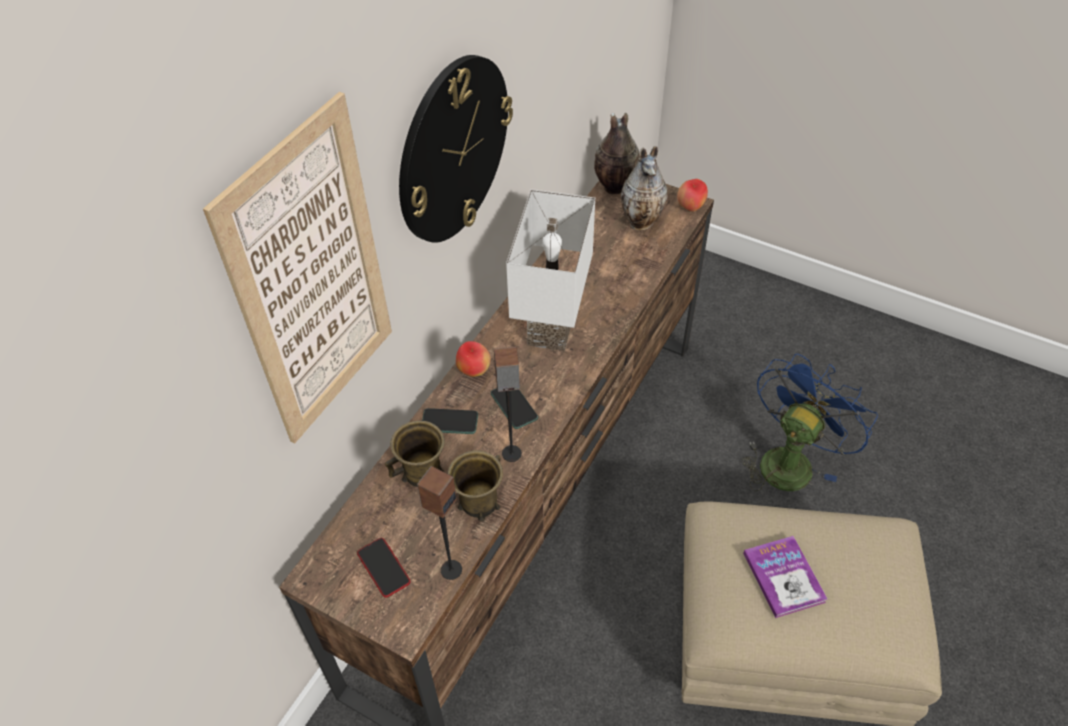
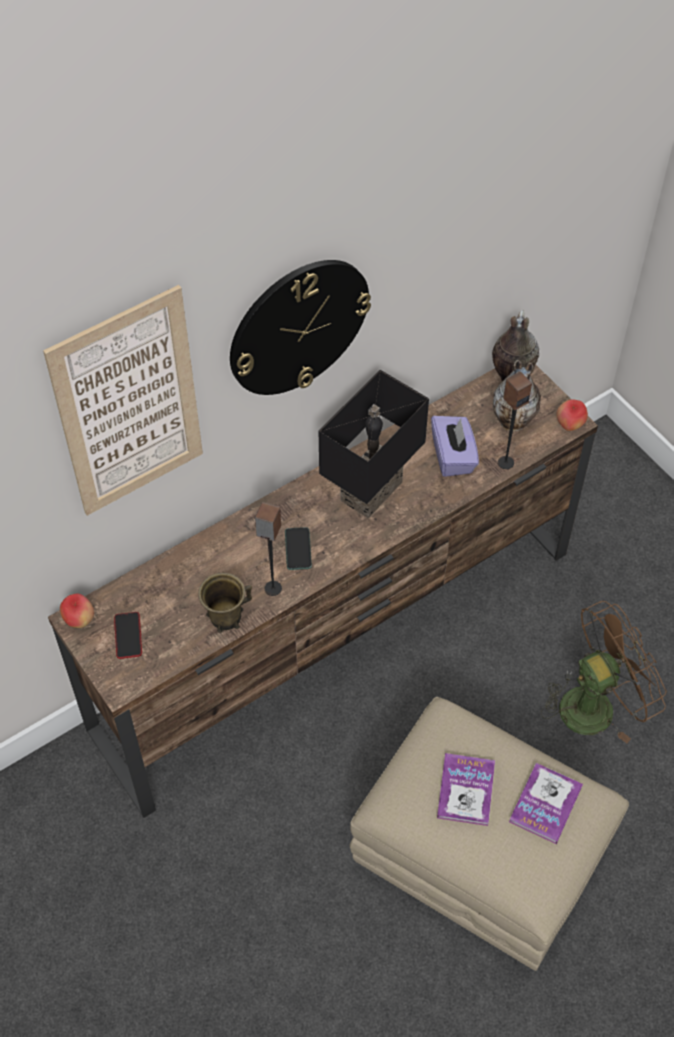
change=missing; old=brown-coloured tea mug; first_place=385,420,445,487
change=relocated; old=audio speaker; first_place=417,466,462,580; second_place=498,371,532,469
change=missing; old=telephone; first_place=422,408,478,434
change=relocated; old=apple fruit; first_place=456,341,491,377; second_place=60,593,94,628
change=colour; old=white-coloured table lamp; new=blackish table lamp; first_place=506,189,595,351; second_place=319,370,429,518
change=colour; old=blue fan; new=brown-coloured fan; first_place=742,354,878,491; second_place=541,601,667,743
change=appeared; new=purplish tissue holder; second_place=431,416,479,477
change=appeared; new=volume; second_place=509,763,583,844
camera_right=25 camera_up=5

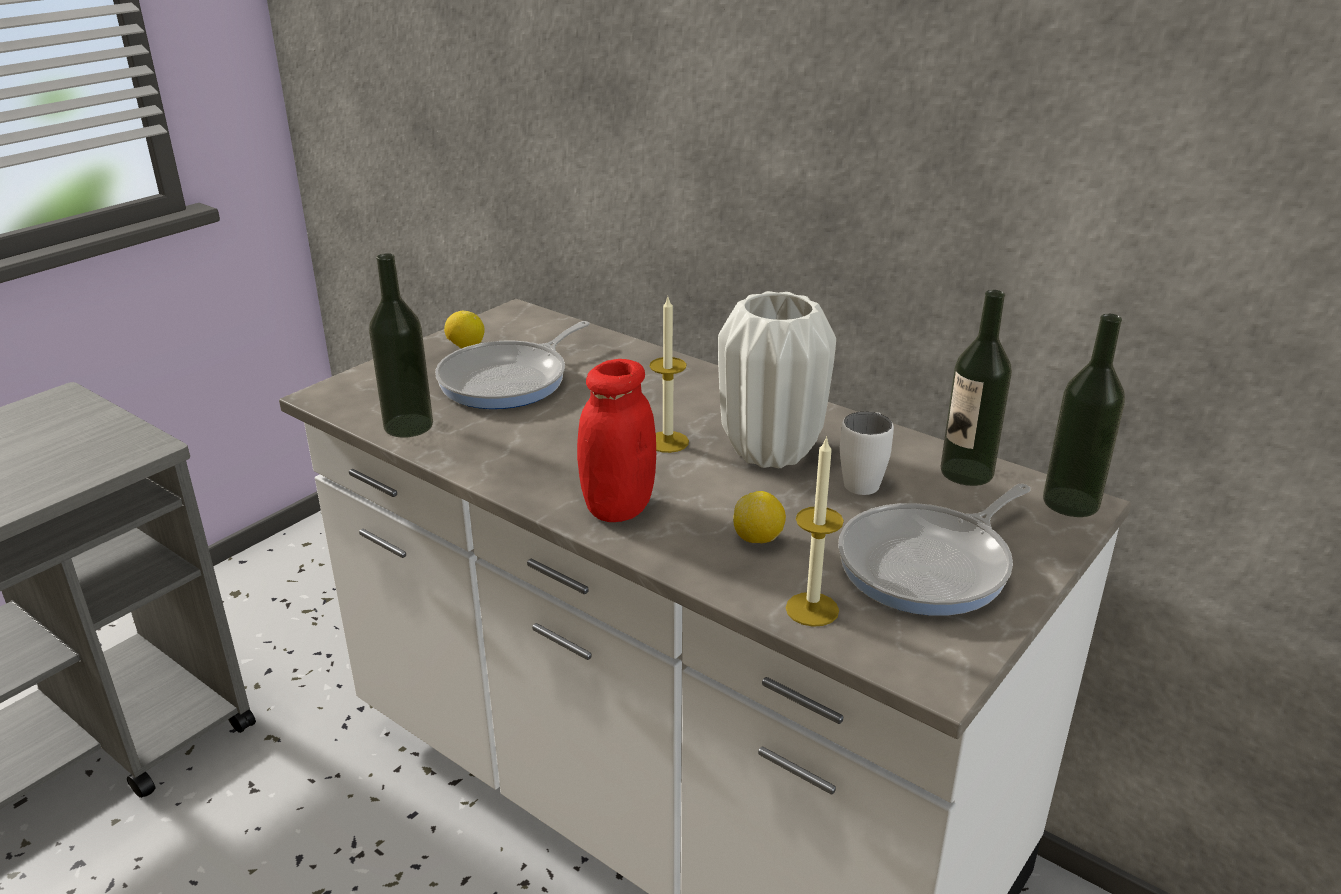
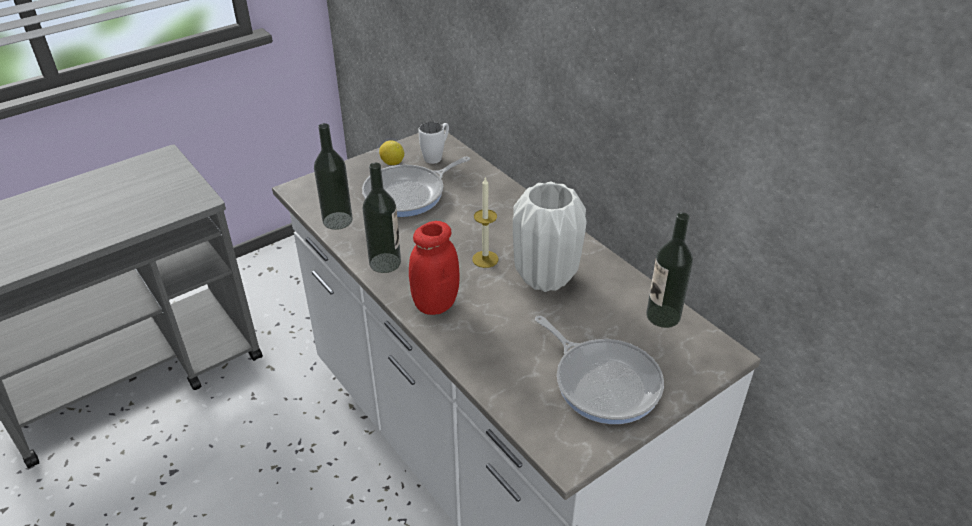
change=missing; old=lemon; first_place=733,491,786,543
change=missing; old=wax light; first_place=786,436,844,627
change=spun; old=pan; first_place=838,484,1031,616; second_place=535,316,664,424; degrees=-105
change=relocated; old=white-coloured tea mug; first_place=840,412,894,495; second_place=418,121,449,164
change=relocated; old=bottle; first_place=1043,314,1125,517; second_place=363,163,401,273
camera_right=15 camera_up=10

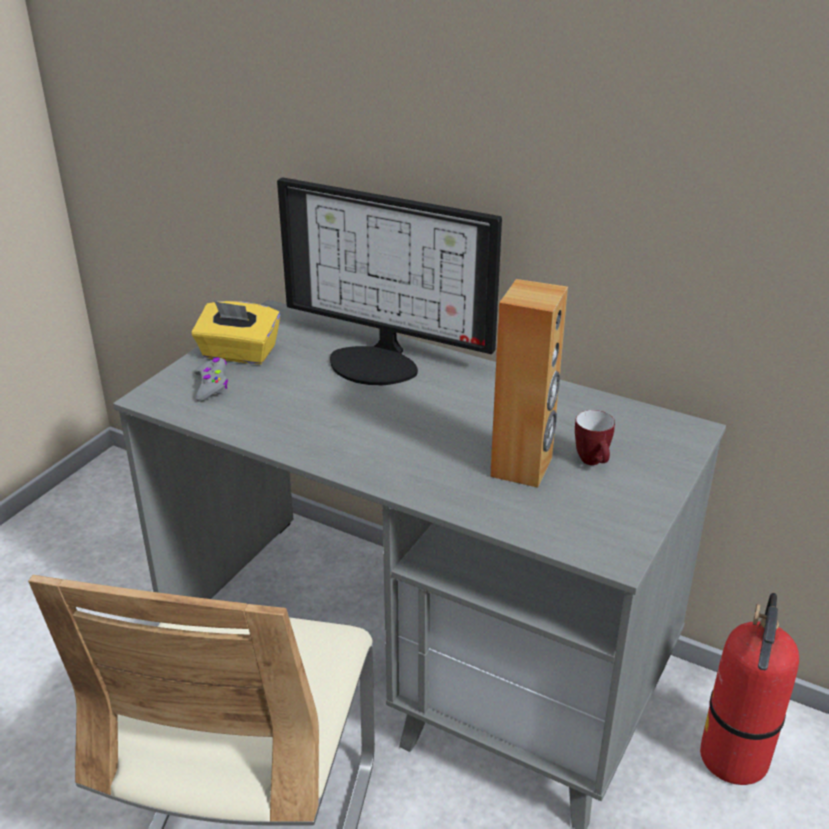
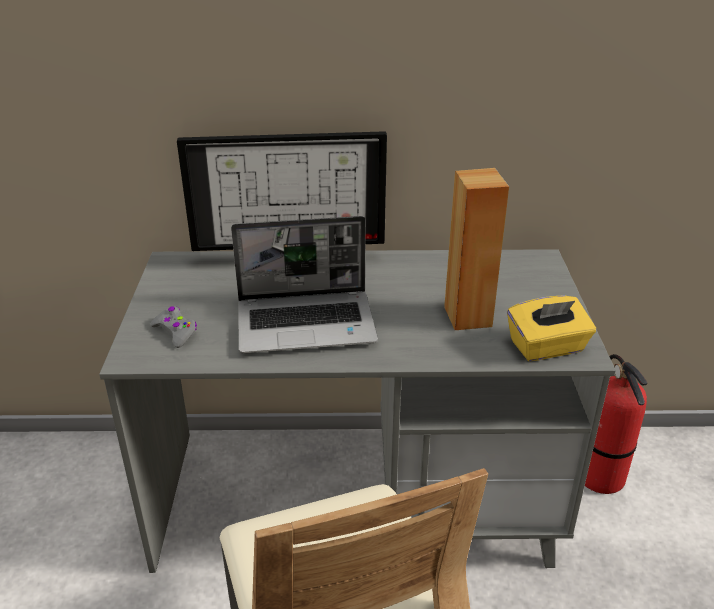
change=relocated; old=yellow-coloured tissue holder; first_place=192,301,280,364; second_place=507,295,596,361
change=missing; old=tea mug; first_place=575,410,615,465
change=appeared; new=laptop; second_place=231,216,378,353
camera_right=-30 camera_up=0

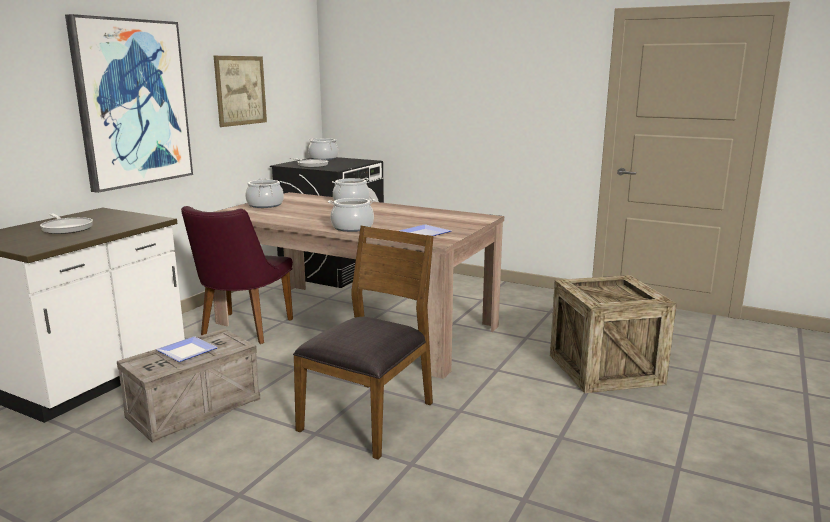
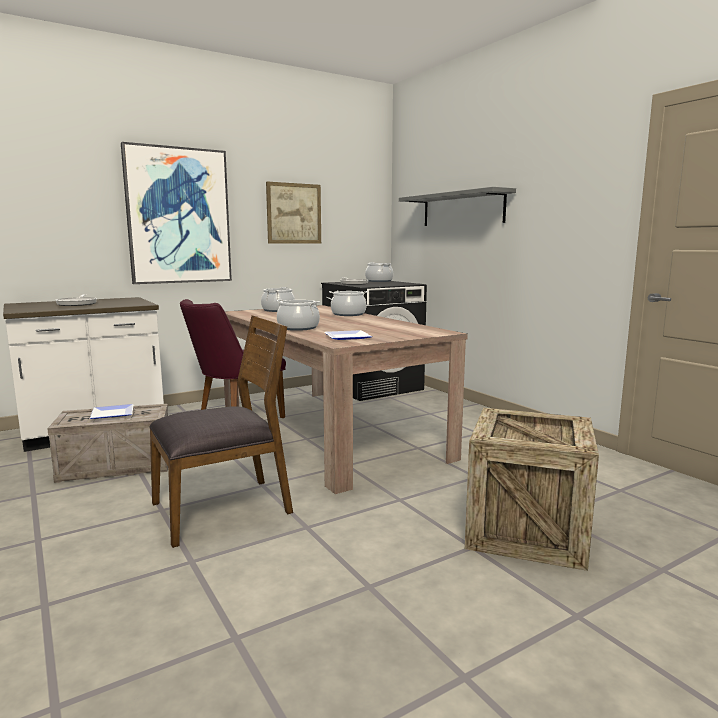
change=appeared; new=grey bracket shelf; second_place=399,187,516,226
camera_right=30 camera_up=-5

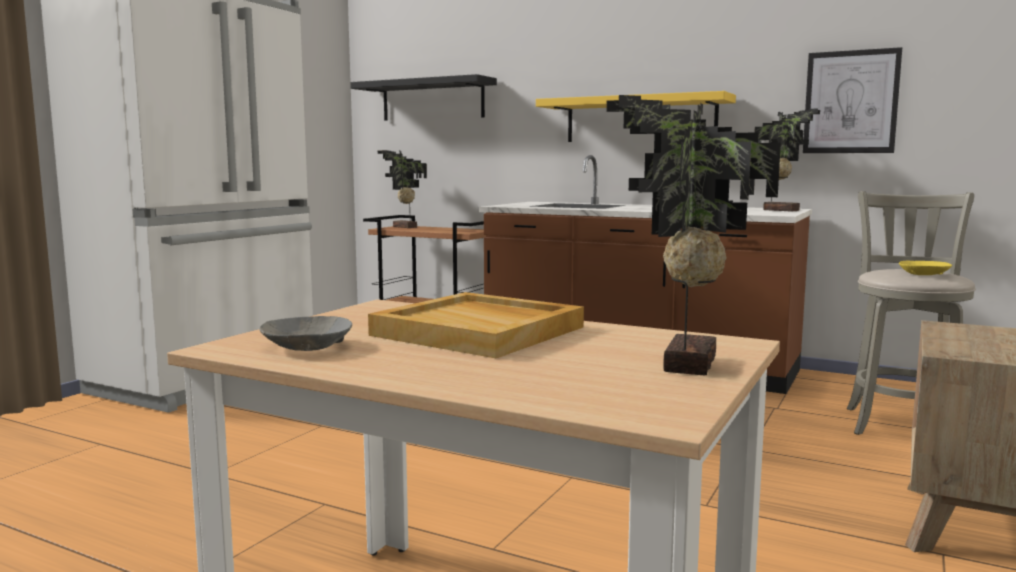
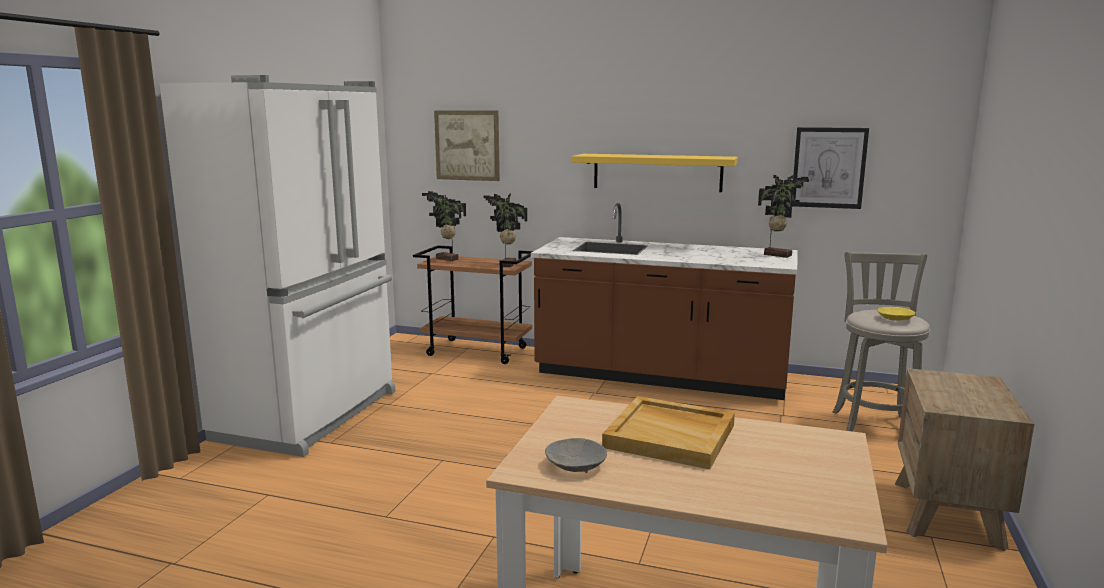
change=exchanged; old=blackish bracket shelf; new=wall picture; first_place=350,74,497,121; second_place=434,110,500,181
change=relocated; old=plant in a pot; first_place=606,95,781,375; second_place=483,193,527,267
camera_right=-10 camera_up=5

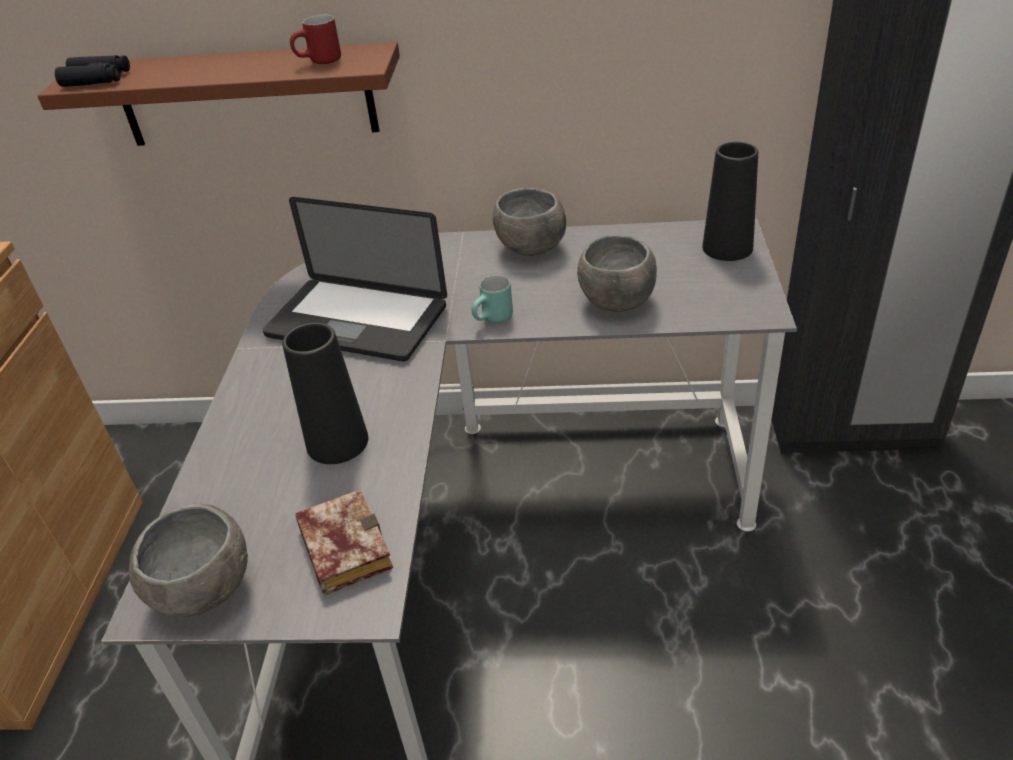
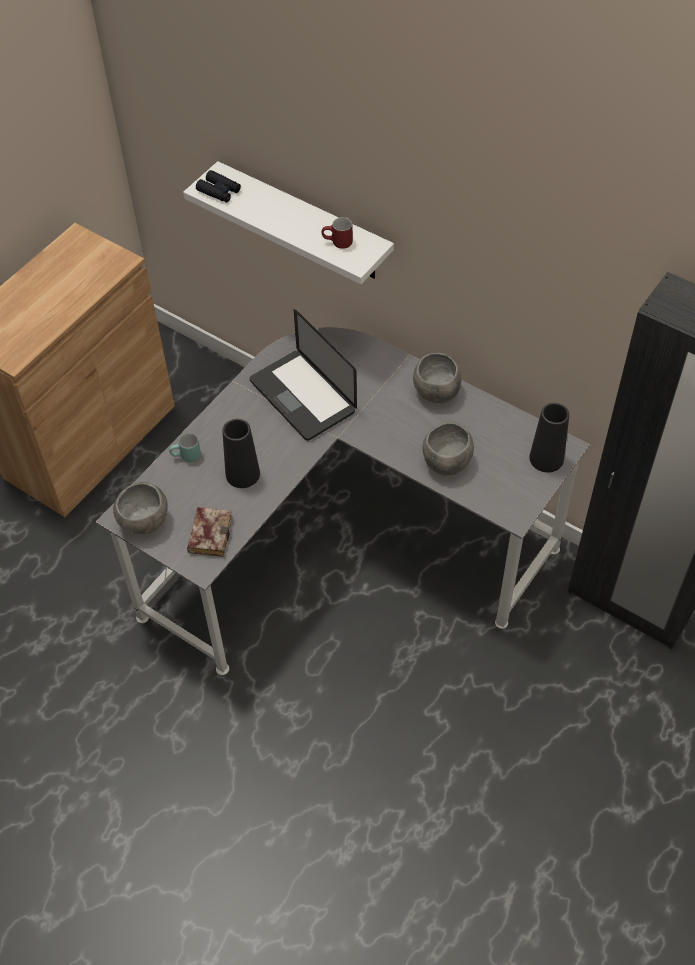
change=colour; old=brown-coloured bracket shelf; new=white-coloured bracket shelf; first_place=38,42,400,146; second_place=183,161,394,284
change=relocated; old=turquoise-coloured tea mug; first_place=472,275,513,323; second_place=169,433,201,462
camera_right=30 camera_up=15

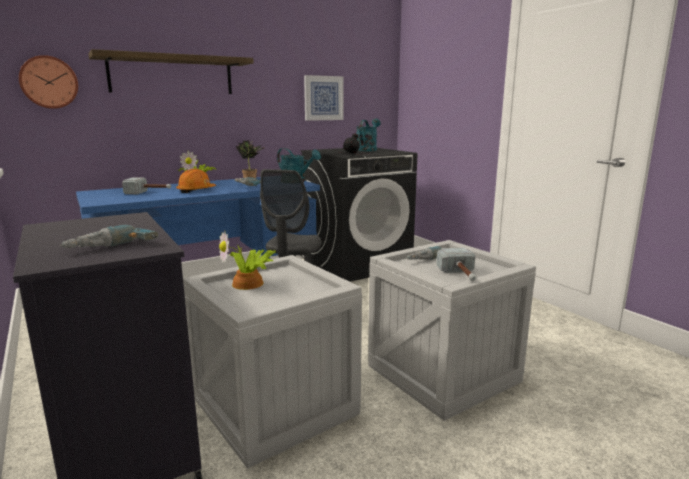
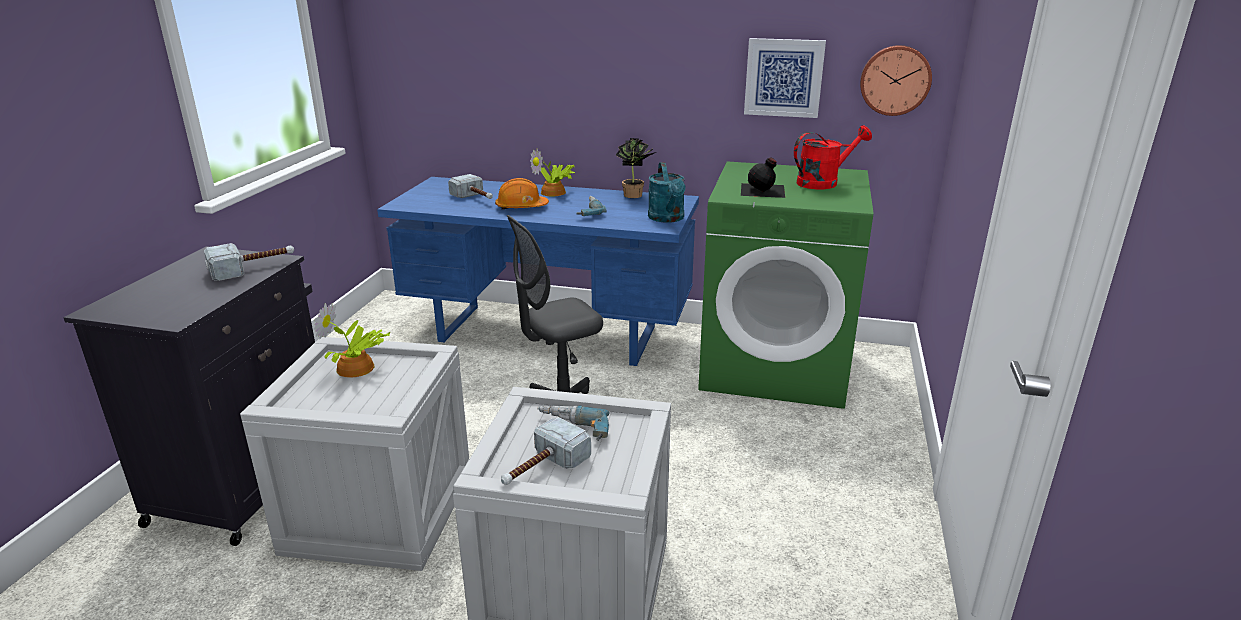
change=relocated; old=hanging clock; first_place=19,55,78,109; second_place=860,45,932,116
change=missing; old=electric drill; first_place=60,225,158,248
change=missing; old=bracket shelf; first_place=88,49,254,94
change=colour; old=blackish washing machine; new=green-coloured washing machine; first_place=300,148,418,282; second_place=698,161,873,409
change=colour; old=turquoise-coloured sprinkling can; new=red-coloured sprinkling can; first_place=356,118,381,151; second_place=794,125,872,189
change=appeared; new=hammer; second_place=204,243,294,281
camera_right=45 camera_up=10

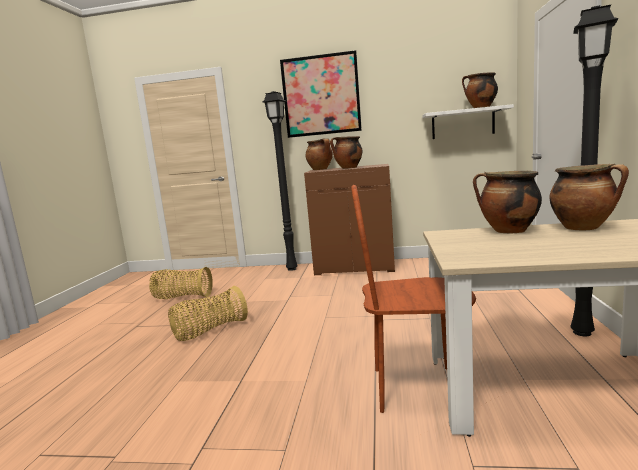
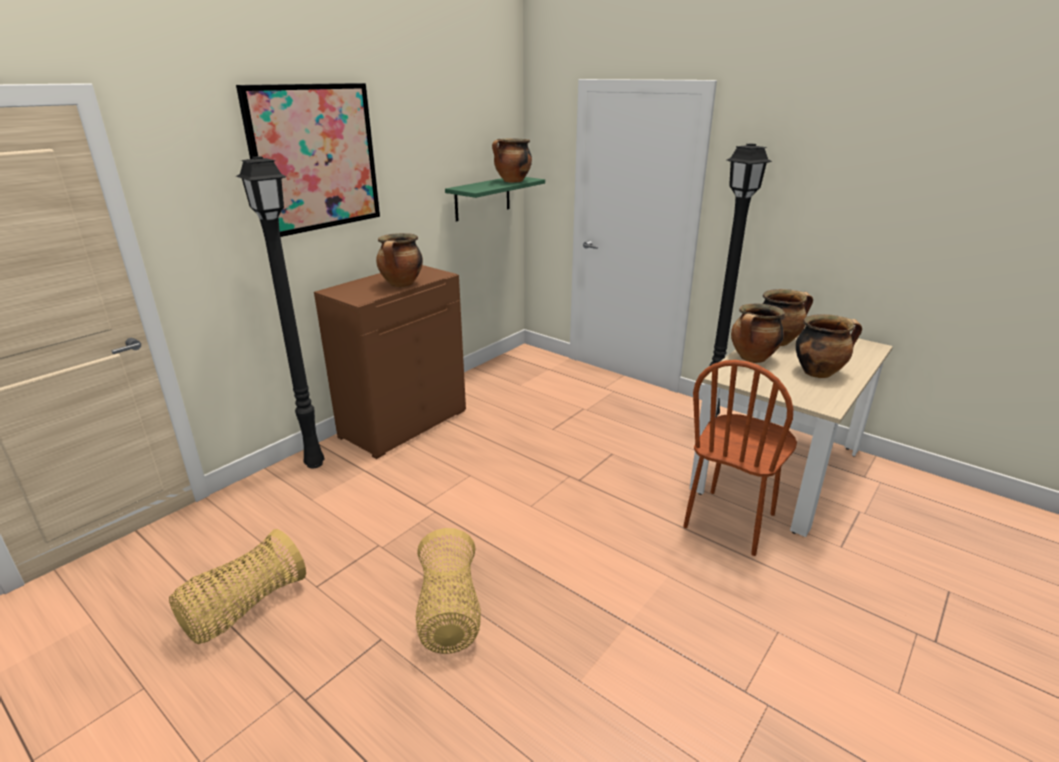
change=relocated; old=cooking pot; first_place=306,138,333,170; second_place=796,314,862,378
change=colour; old=white-coloured bracket shelf; new=green-coloured bracket shelf; first_place=422,104,514,139; second_place=445,177,545,222
camera_right=-60 camera_up=15

